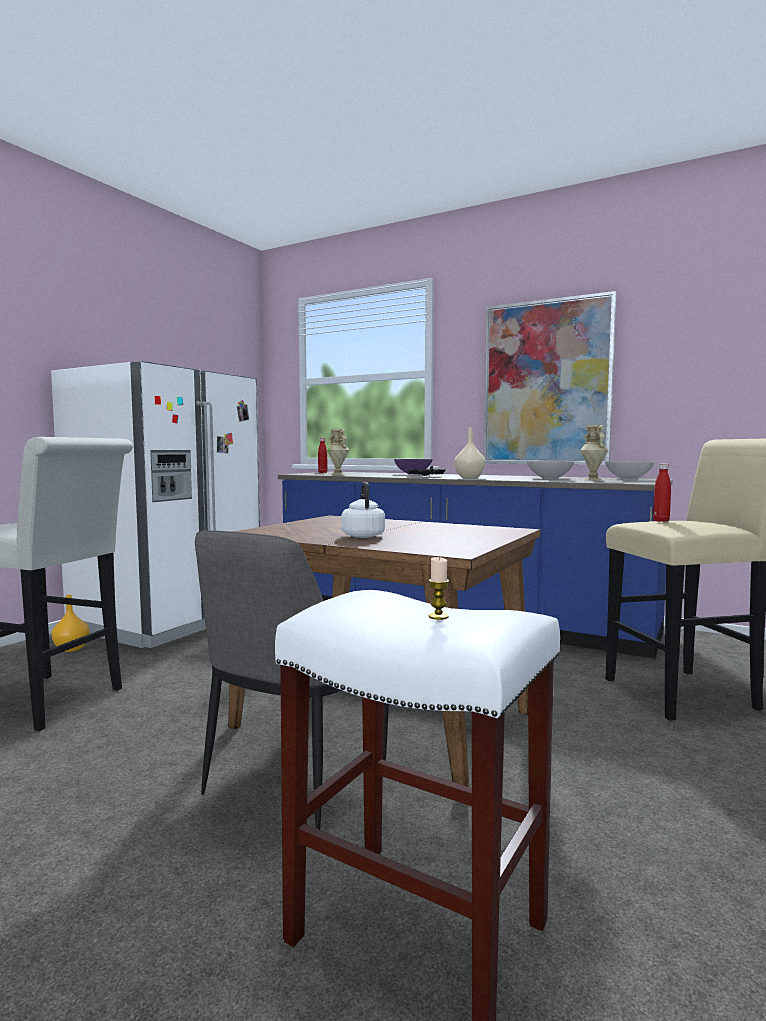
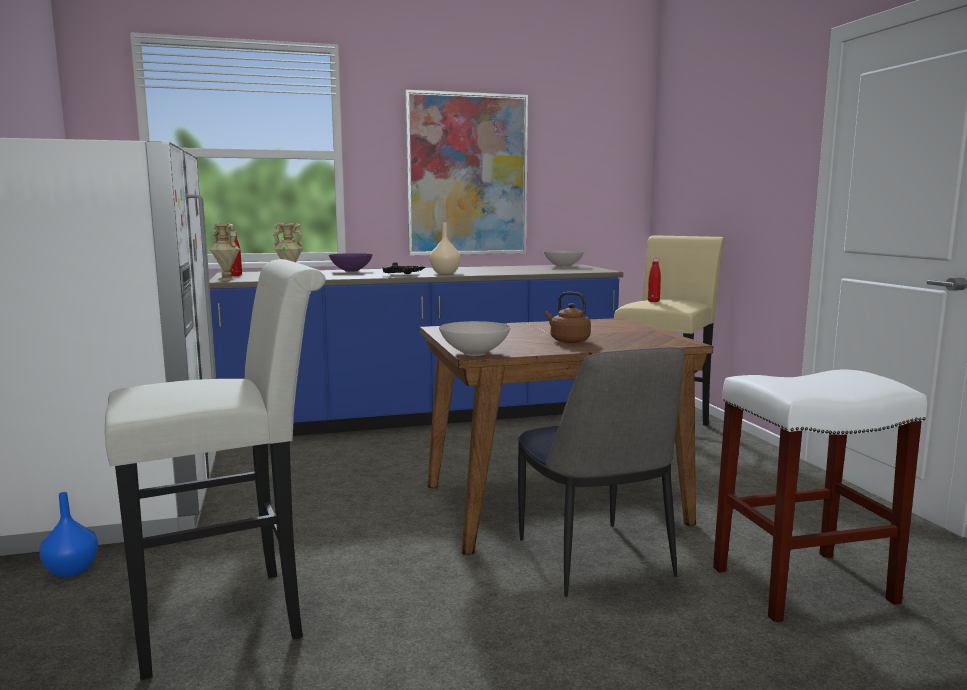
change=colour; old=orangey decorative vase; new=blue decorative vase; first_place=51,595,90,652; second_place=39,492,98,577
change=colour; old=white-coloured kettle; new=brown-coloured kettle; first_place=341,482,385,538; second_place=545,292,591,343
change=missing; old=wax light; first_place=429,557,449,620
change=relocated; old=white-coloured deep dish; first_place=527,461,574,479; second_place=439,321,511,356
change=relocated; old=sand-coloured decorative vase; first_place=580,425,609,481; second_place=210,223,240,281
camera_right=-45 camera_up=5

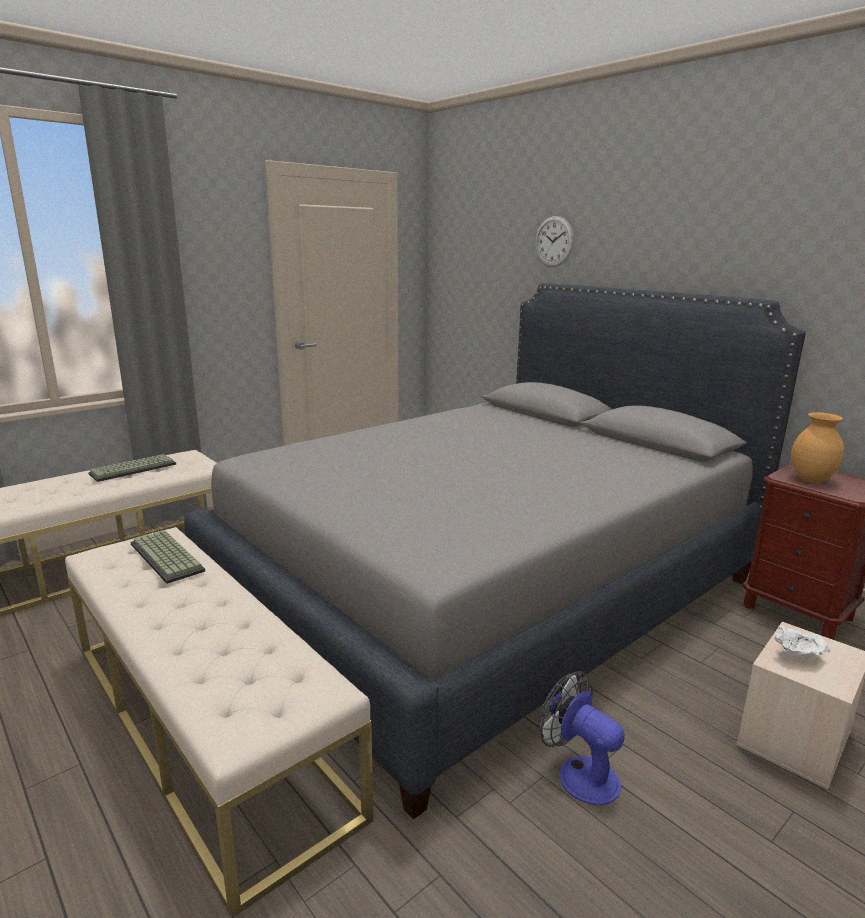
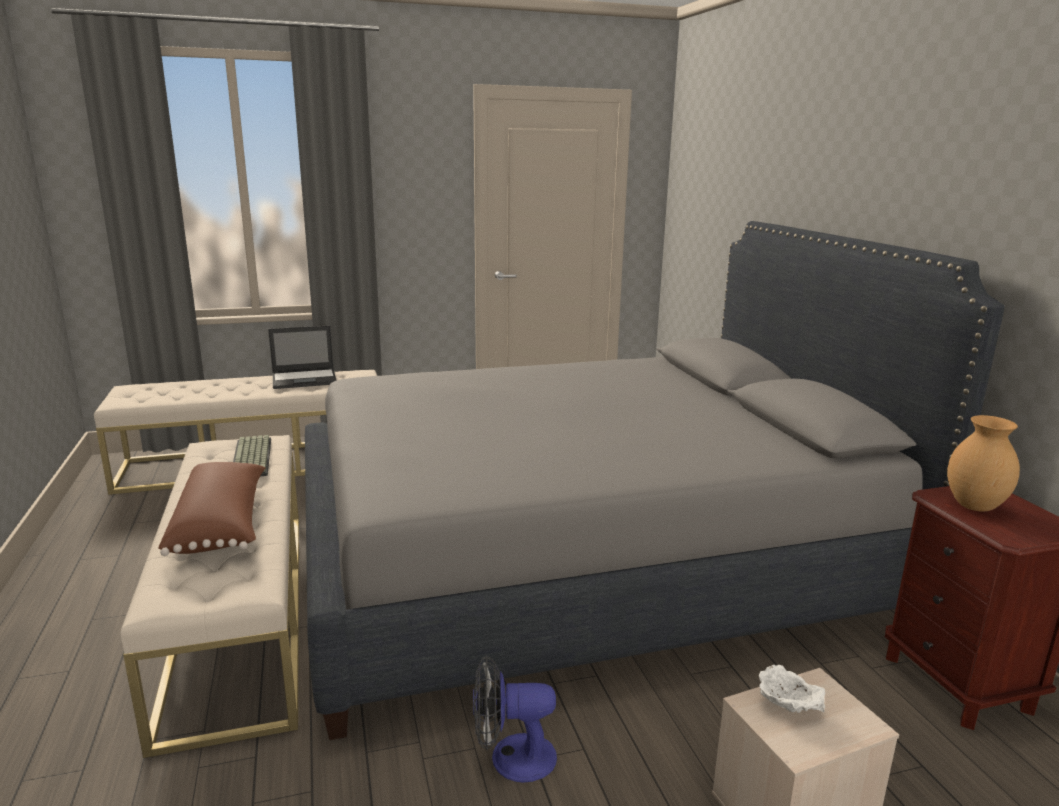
change=exchanged; old=computer keyboard; new=laptop; first_place=88,454,176,482; second_place=268,325,337,389
change=missing; old=hanging clock; first_place=535,216,574,267
change=spun; old=fan; first_place=539,671,625,805; second_place=473,655,557,783; degrees=-75
change=appeared; new=brown-coloured throw pillow; second_place=158,462,266,556
camera_right=25 camera_up=0

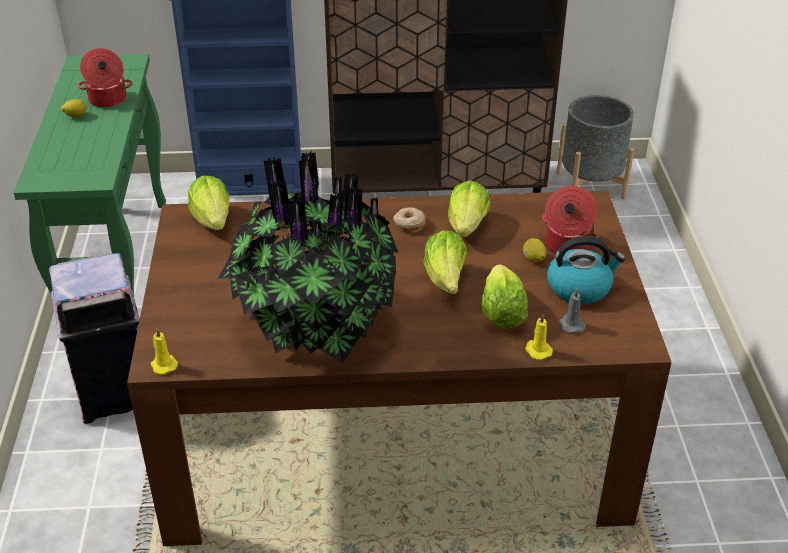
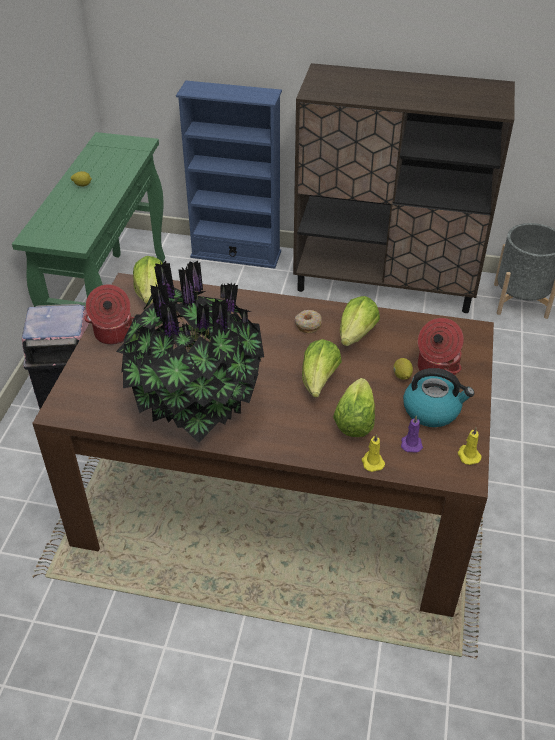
change=relocated; old=cooking pot; first_place=78,48,133,108; second_place=84,285,134,345
change=relocated; old=yellow-coloured wax light; first_place=151,328,178,374; second_place=458,428,482,465
change=colour; old=grey wax light; new=purplish wax light; first_place=560,289,586,333; second_place=401,415,423,453
camera_right=15 camera_up=5

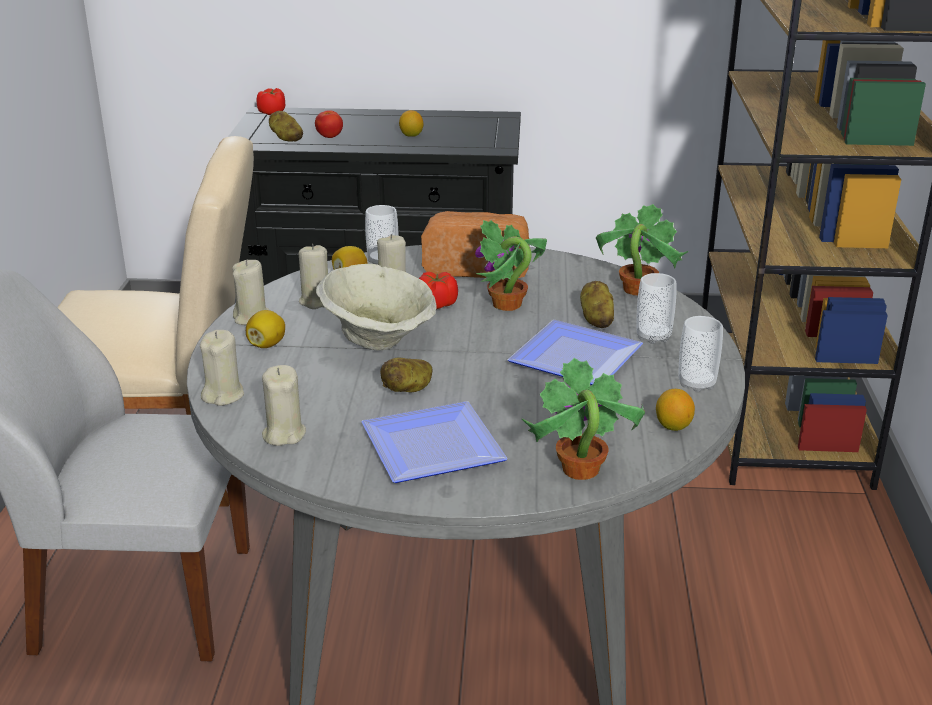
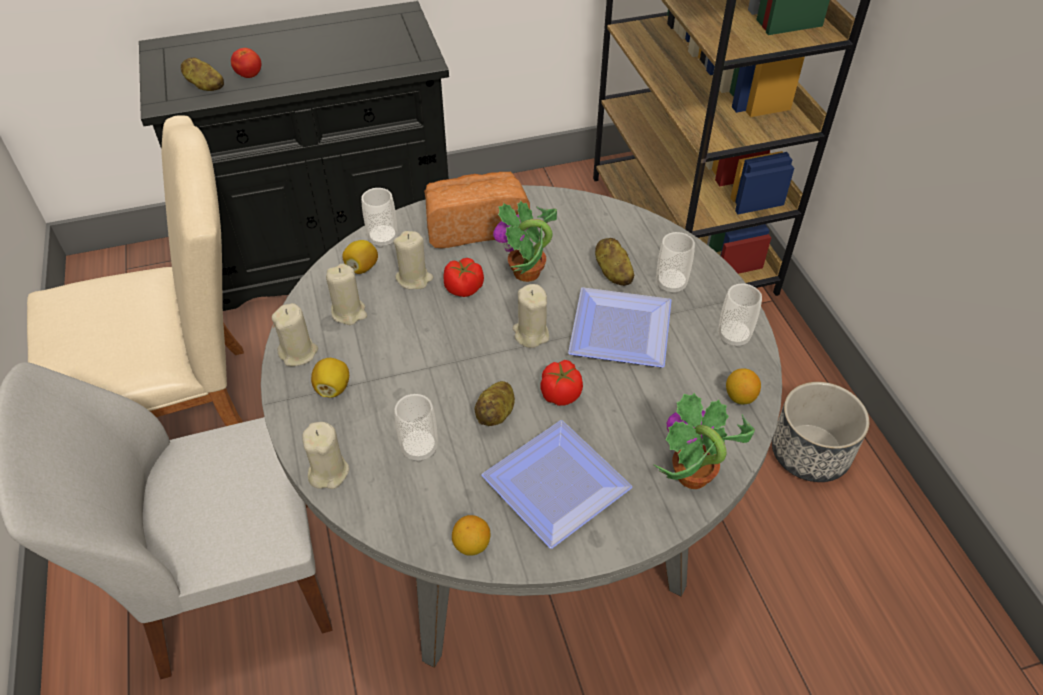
change=relocated; old=whole tomato; first_place=257,88,285,115; second_place=540,360,583,406
change=relocated; old=sand-coloured wax light; first_place=262,365,306,446; second_place=513,284,549,348
change=missing; old=sand-coloured deep dish; first_place=316,264,437,350
change=relocated; old=lemon; first_place=399,110,423,137; second_place=452,515,490,556
change=missing; old=plant in a pot; first_place=596,204,689,296
change=appeared; new=cup; second_place=394,394,438,462
change=appeared; new=planter; second_place=772,382,869,482
camera_right=-20 camera_up=20

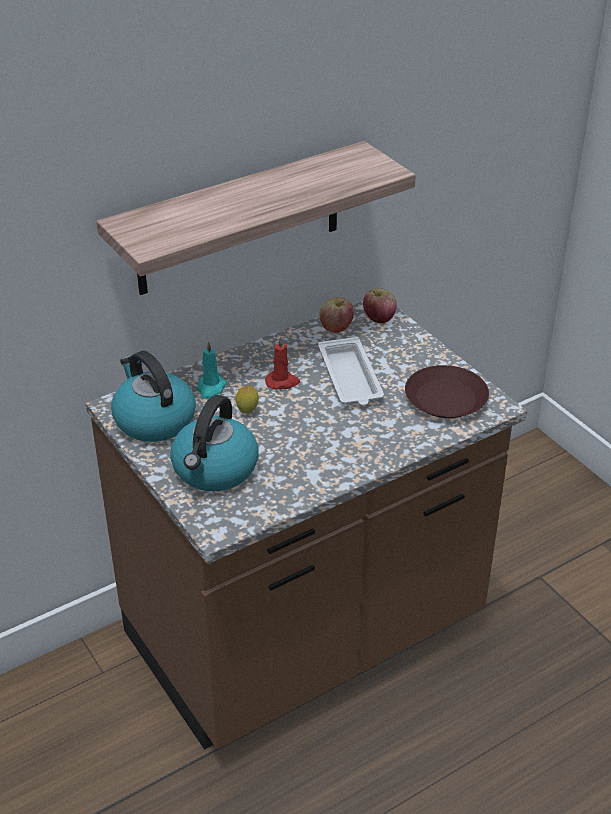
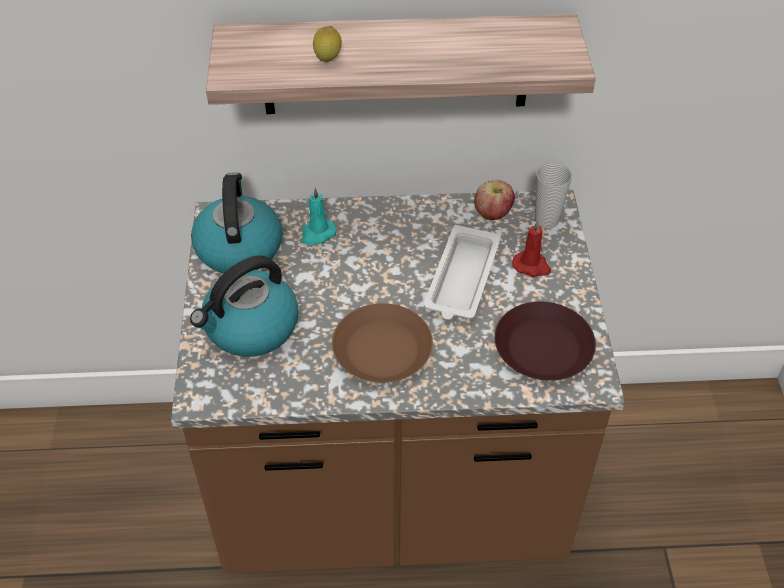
change=relocated; old=lemon; first_place=236,385,259,414; second_place=313,26,342,62
change=relocated; old=red-coloured wax light; first_place=265,336,300,390; second_place=512,220,551,277
change=exchanged; old=apple fruit; new=cup; first_place=363,288,397,323; second_place=535,163,572,229
change=appeared; new=brown-coloured flat dish; second_place=332,303,433,383
camera_right=30 camera_up=10

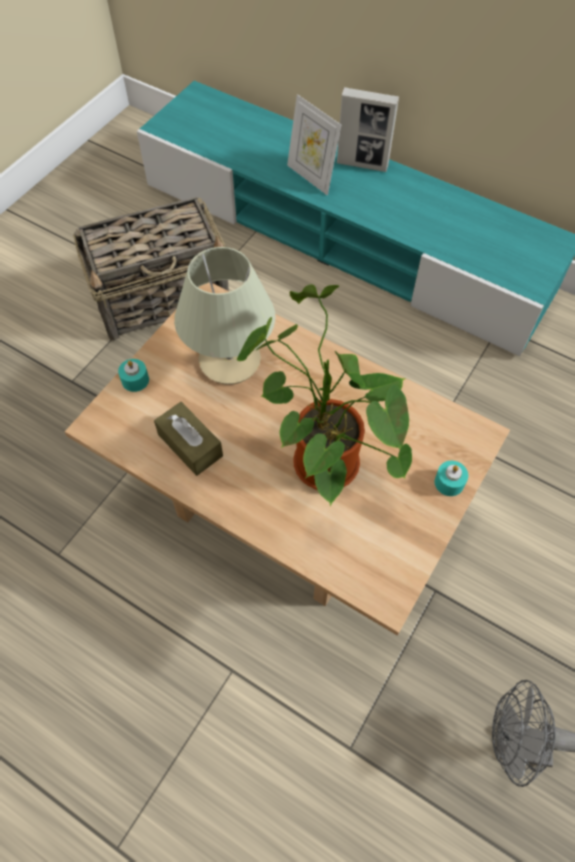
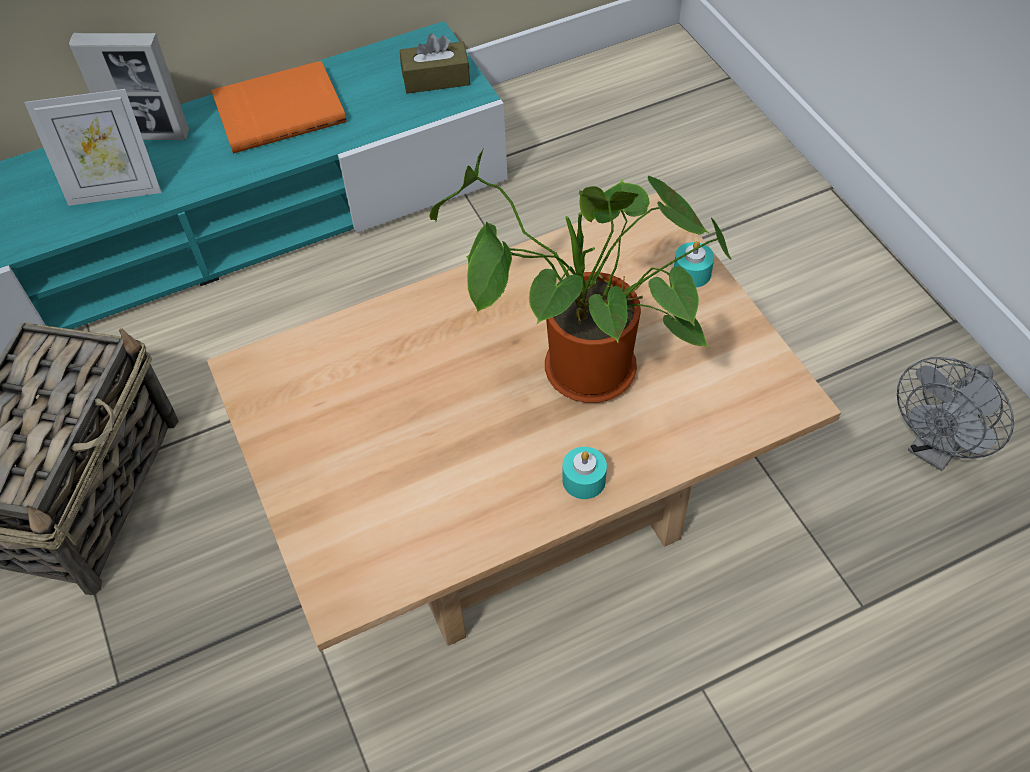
change=relocated; old=turquoise-coloured wax light; first_place=118,359,149,392; second_place=562,447,607,499
change=relocated; old=brown-coloured tissue holder; first_place=154,402,223,476; second_place=400,34,470,94
change=missing; old=sand-coloured table lamp; first_place=174,247,276,385
change=spun; old=photo frame; first_place=337,87,399,172; second_place=69,33,189,140; degrees=45
change=appeared; new=orangey volume; second_place=211,61,347,154
camera_right=-55 camera_up=-5

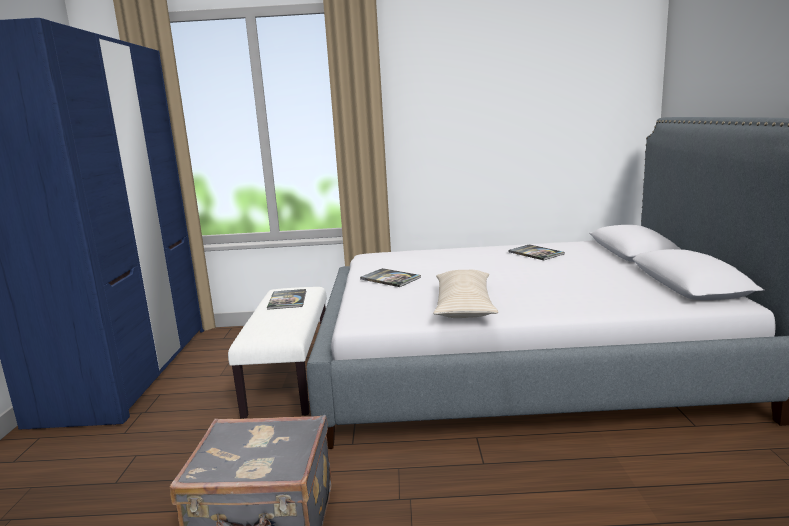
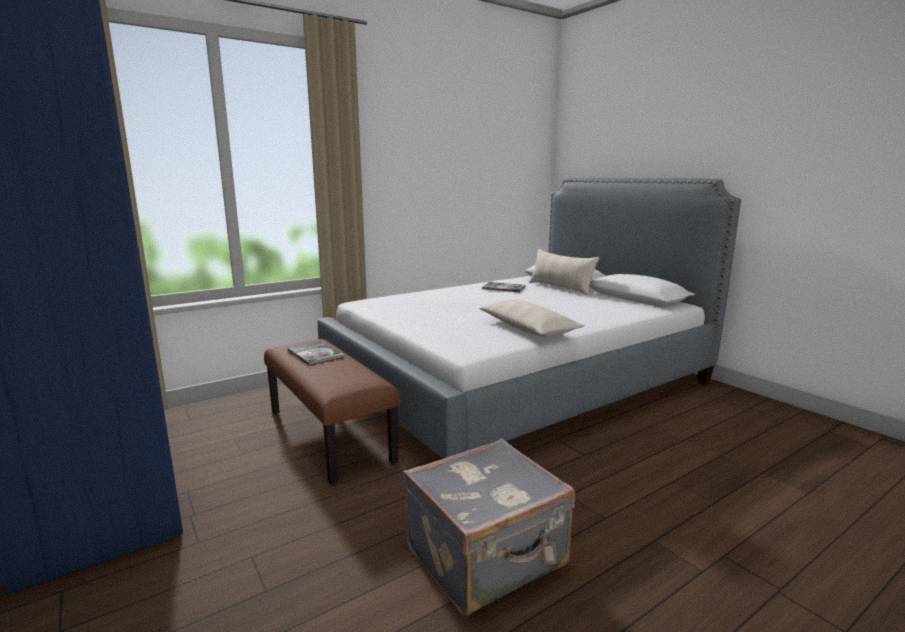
change=colour; old=white-coloured indoor bench; new=brown-coloured indoor bench; first_place=228,287,327,419; second_place=264,339,400,485
change=missing; old=volume; first_place=360,268,421,287
change=appeared; new=sand-coloured throw pillow; second_place=529,249,599,295
camera_right=-35 camera_up=0

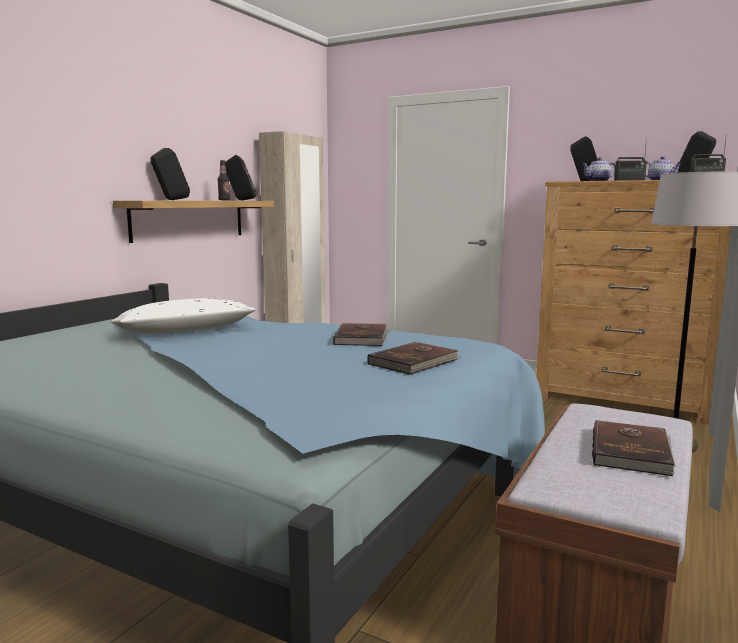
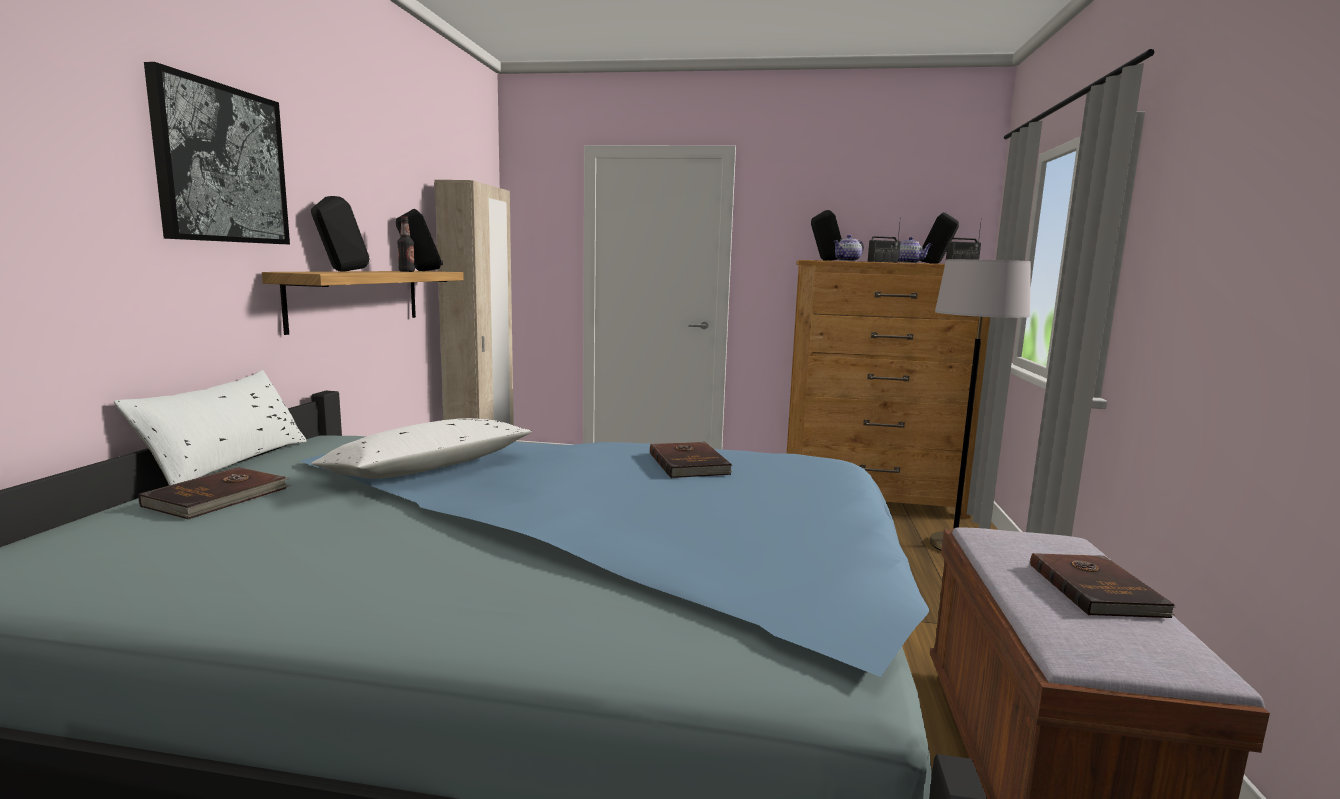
change=relocated; old=brown-coloured volume; first_place=367,342,462,375; second_place=139,467,291,519
change=appeared; new=white-coloured throw pillow; second_place=114,370,307,485
change=appeared; new=wall picture; second_place=144,62,290,244
camera_right=-20 camera_up=0

